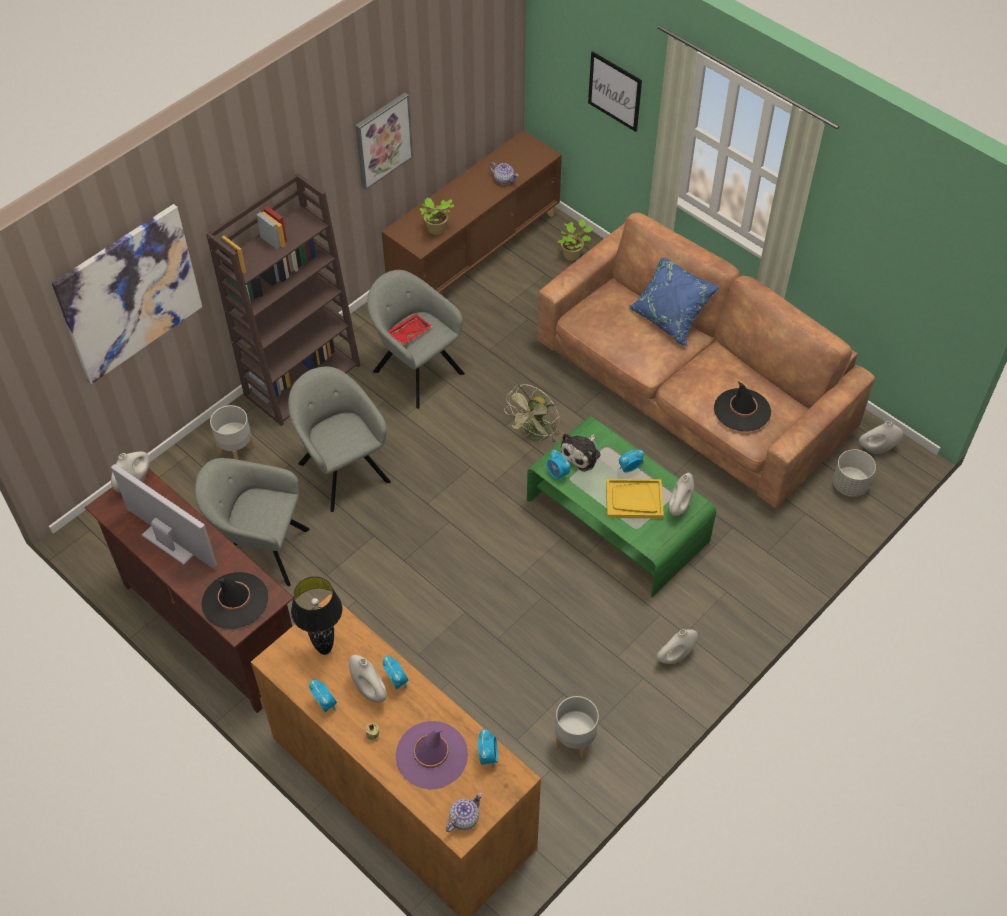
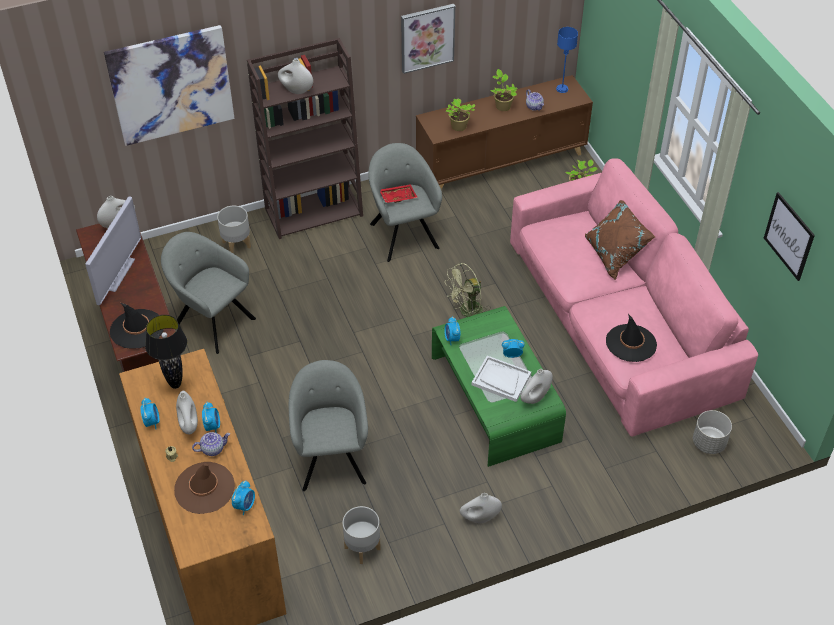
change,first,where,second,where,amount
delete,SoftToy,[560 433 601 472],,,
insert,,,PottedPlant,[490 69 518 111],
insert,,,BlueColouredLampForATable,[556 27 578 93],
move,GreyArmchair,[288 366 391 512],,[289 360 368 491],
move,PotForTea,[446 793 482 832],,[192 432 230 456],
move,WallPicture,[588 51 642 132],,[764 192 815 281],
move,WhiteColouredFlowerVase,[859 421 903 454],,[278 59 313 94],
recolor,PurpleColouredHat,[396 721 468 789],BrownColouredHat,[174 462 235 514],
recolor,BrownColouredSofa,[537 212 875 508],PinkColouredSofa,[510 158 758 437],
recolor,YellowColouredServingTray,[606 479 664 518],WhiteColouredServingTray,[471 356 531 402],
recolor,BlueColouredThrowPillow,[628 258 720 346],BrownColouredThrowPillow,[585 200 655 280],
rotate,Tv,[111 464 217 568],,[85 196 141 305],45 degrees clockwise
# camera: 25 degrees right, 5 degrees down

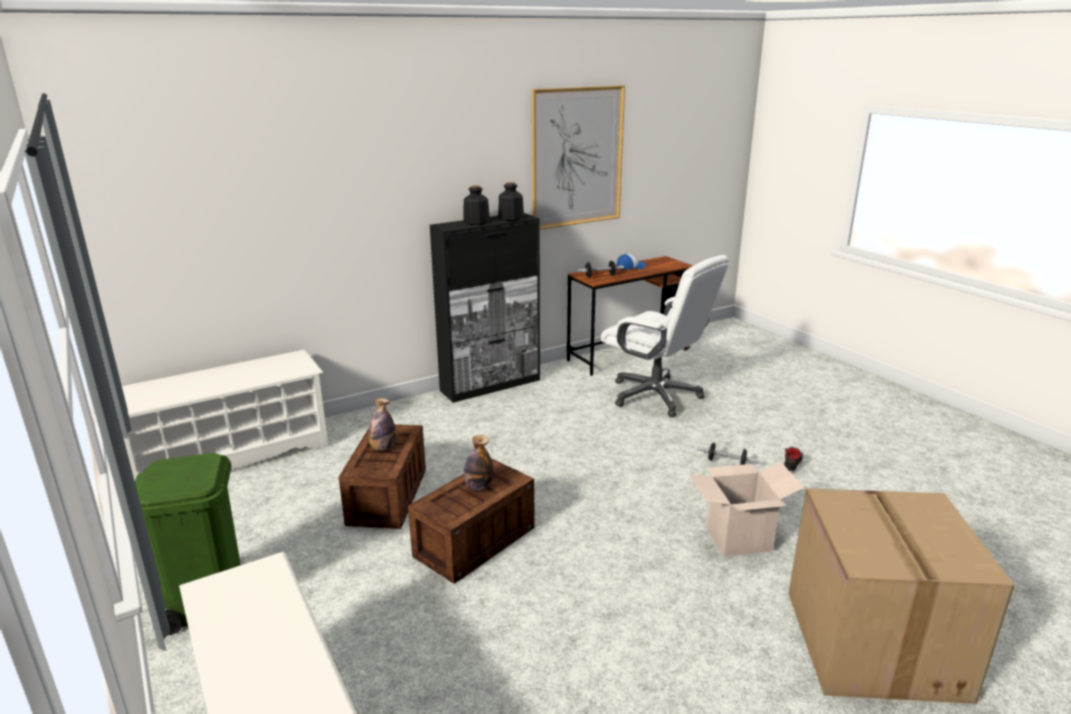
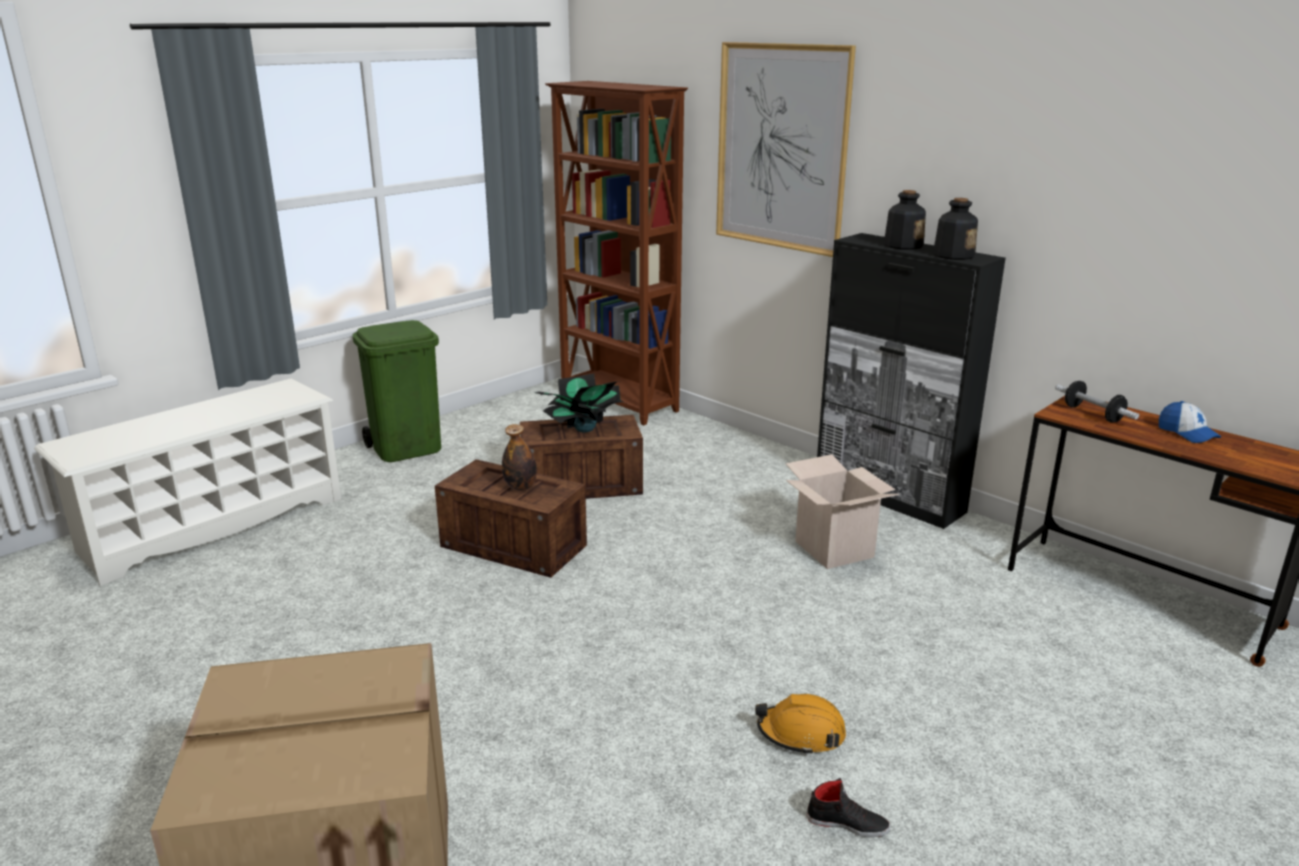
change,first,where,second,where,amount
delete,WhiteColouredDeskChair,[600 255 729 417],,,
move,WallPicture,[532 85 625 230],,[716 42 856 257],
move,PackingBox,[689 462 804 557],,[786 454 899 569],
replace,WhiteColouredShoeShelf,[111 350 329 481],BrownColouredBookcase,[545 81 688 425],
replace,BeverageBottle,[368 398 396 451],PottedPlant,[535 374 623 432],
replace,FreeWeight,[697 443 759 465],OrangeWorkHelmet,[755 694 846 756],
# camera: 75 degrees right, 0 degrees up

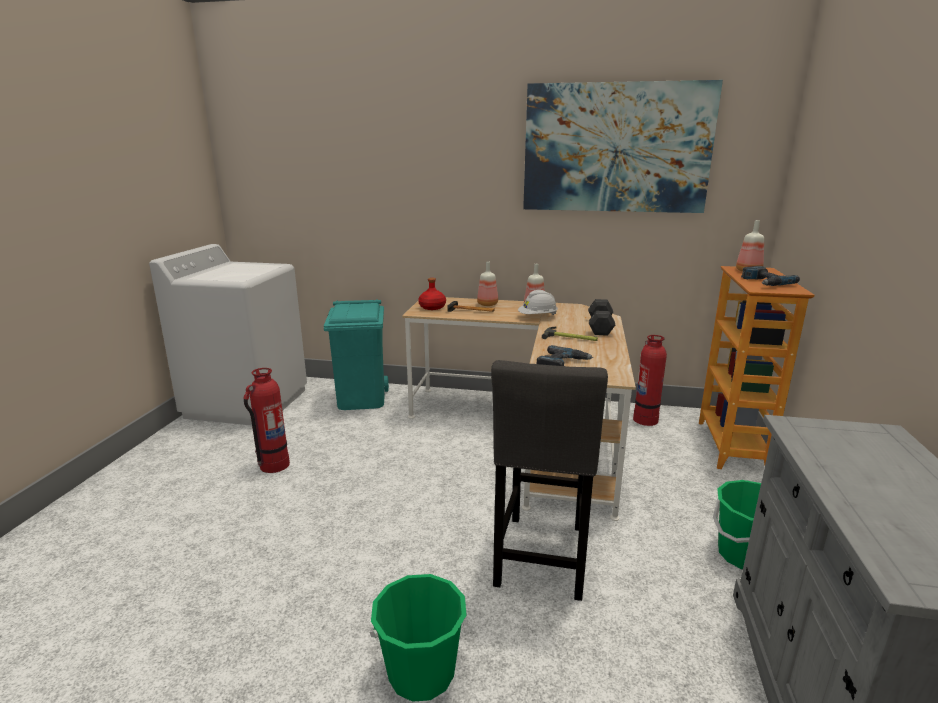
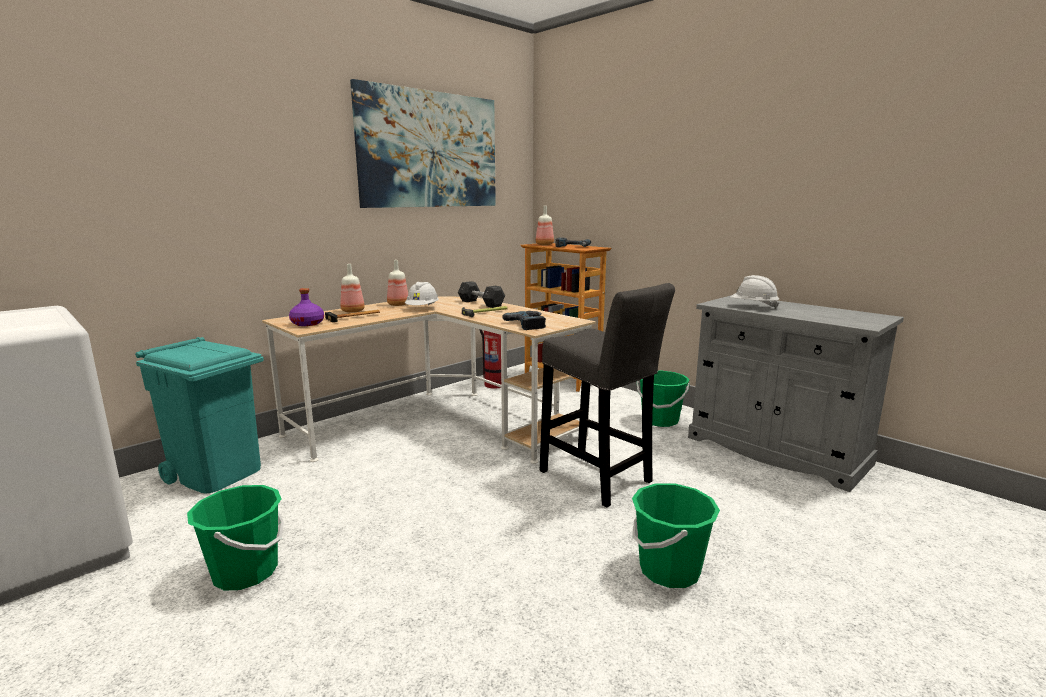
change,first,where,second,where,amount
insert,,,WhiteColouredWorkHelmet,[730 275 780 309],
replace,FireFightingCylinder,[243 368 290 473],GreenColouredPail,[187 485 284 591],
recolor,RedBeverageBottle,[418 278 446 310],PurpleColouredBeverageBottle,[289 288 324 326],
# camera: 55 degrees left, 5 degrees down

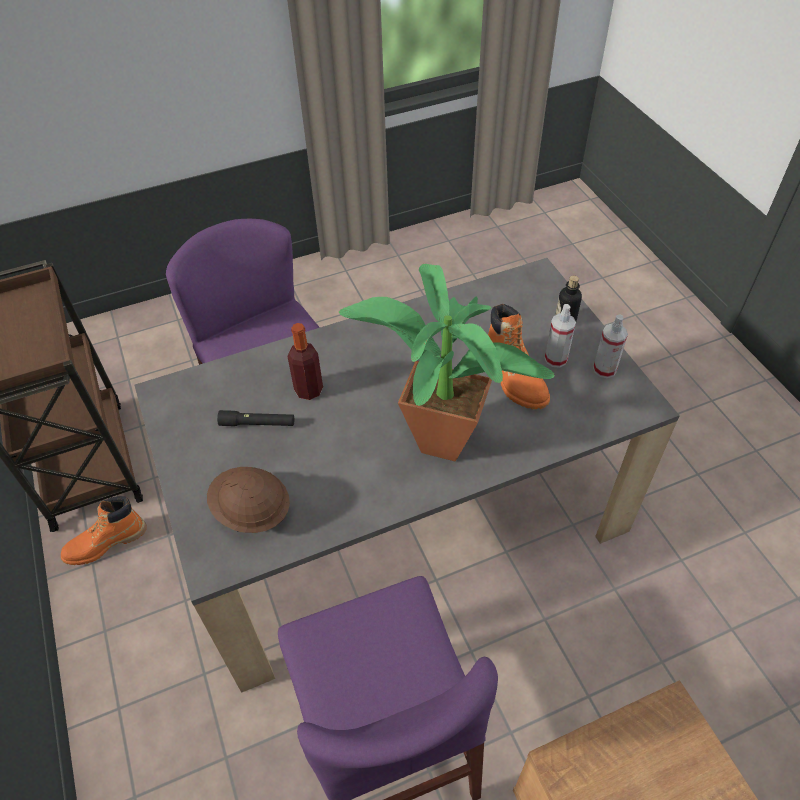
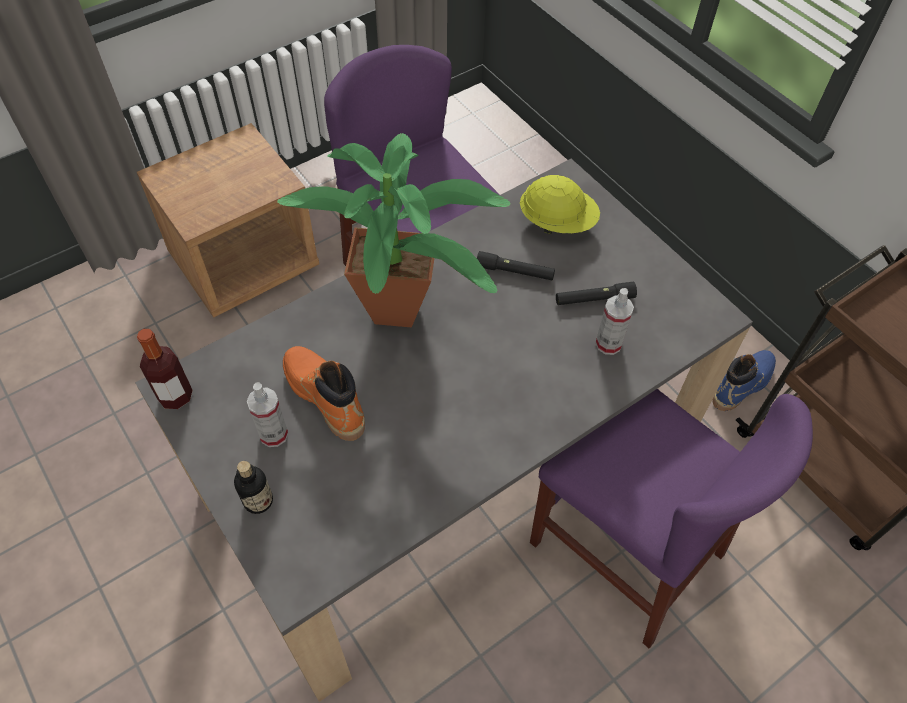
change,first,where,second,where,amount
insert,,,BlackColouredTorch,[477 251 555 280],
move,BeverageBottle,[287 323 323 400],,[137 329 192 409],
move,SprayBottle,[593 314 628 378],,[595 288 634 355],
recolor,OrangeTallBoot,[61 496 147 565],BlueColouredTallBoot,[712 350 776 411],
recolor,BrownColouredWorkHelmet,[207 467 290 533],YellowColouredWorkHelmet,[520 175 600 234],
# camera: 165 degrees right, 5 degrees up

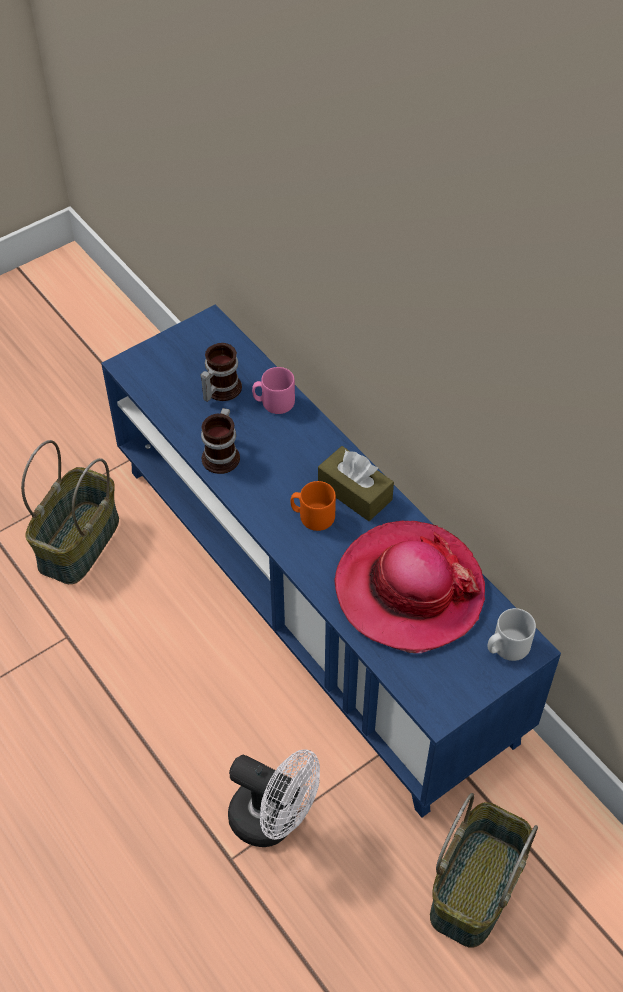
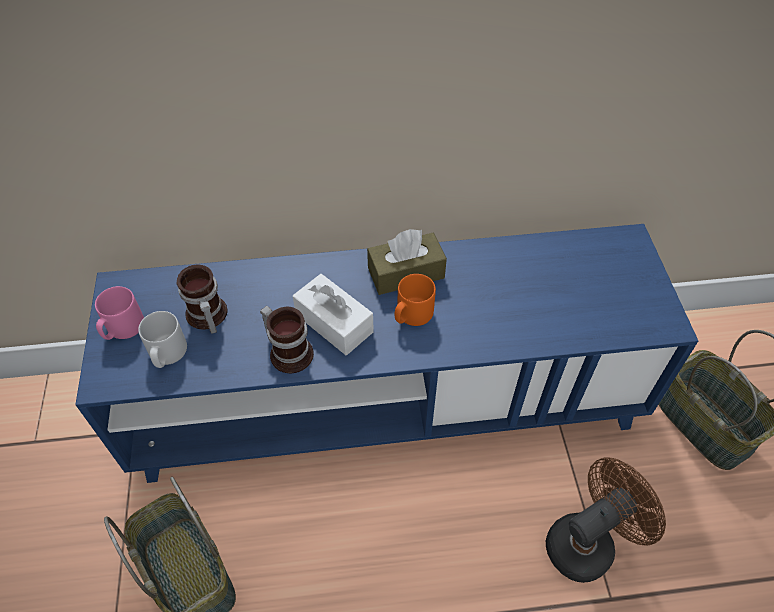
change,first,where,second,where,amount
delete,Hat,[334 521 485 653],,,
insert,,,WhiteColouredTissueHolder,[293 274 374 355],
move,PinkColouredMug,[252 367 295 414],,[95 286 144 340],
move,GreyMug,[487 608 536 661],,[138 311 187 368],
recolor,WhiteColouredFan,[228 749 320 847],BrownColouredFan,[546 458 666 583],
# camera: 60 degrees left, 0 degrees up

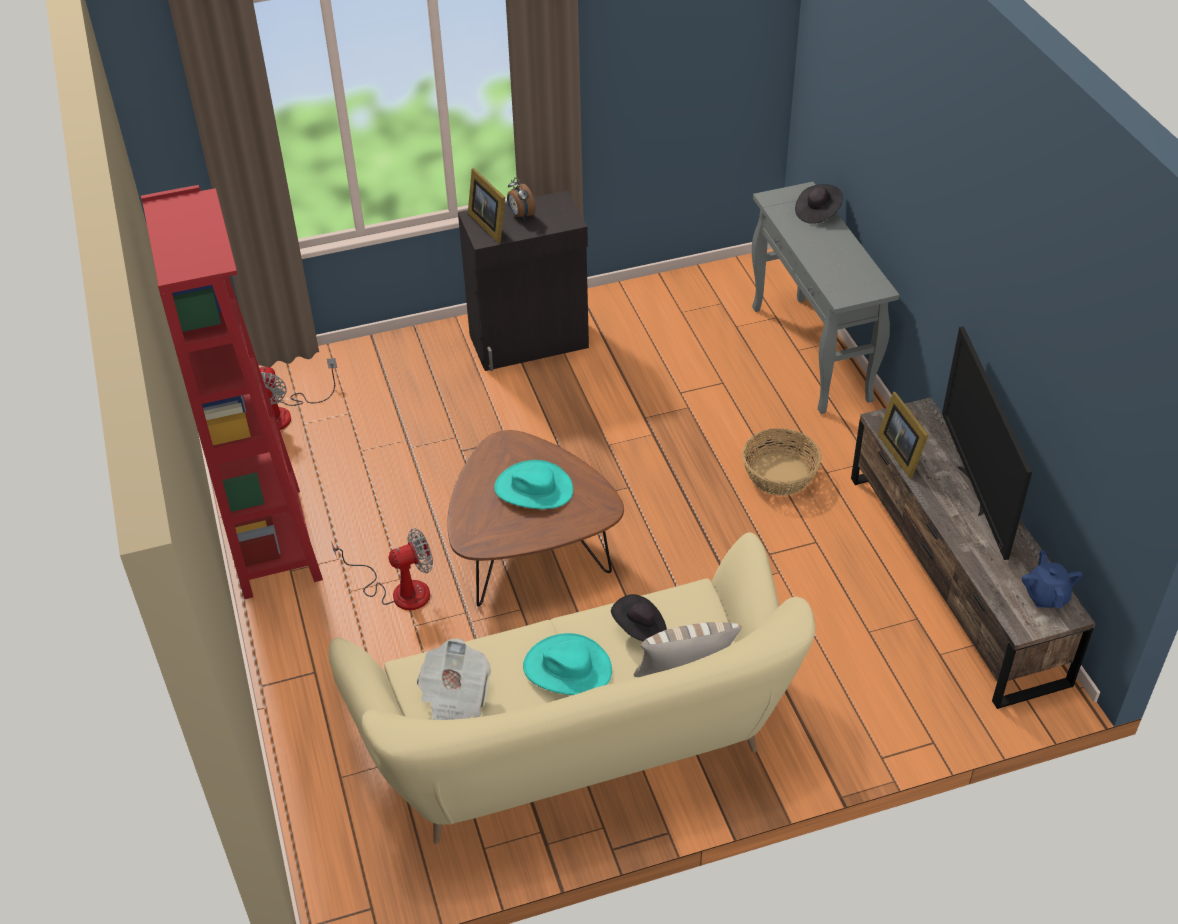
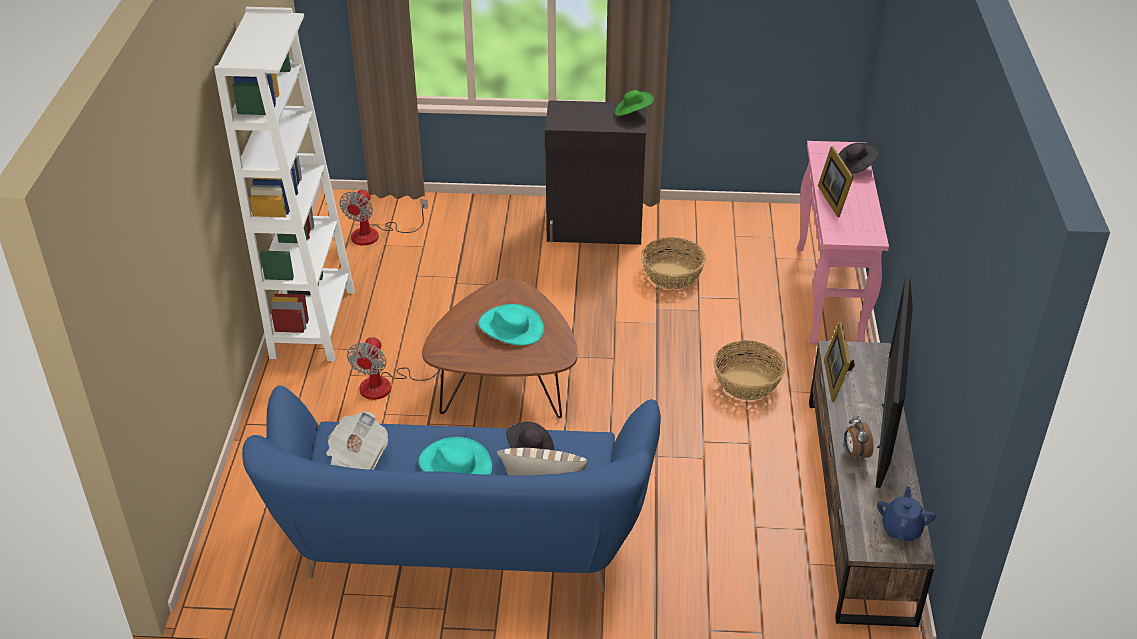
change,first,where,second,where,amount
insert,,,GreenColouredHat,[615 90 654 116],
insert,,,Basket,[641 237 706 289],
move,PictureFrame,[468 168 505 243],,[818 146 854 217],
move,BedsideClock,[507 177 536 220],,[844 416 874 460],
recolor,RedBookcase,[141 185 323 599],WhiteColouredBookcase,[214 7 355 361],
recolor,BeigeColouredSofa,[329 532 815 844],BlueColouredSofa,[242 385 661 591],
recolor,GreyConsoleTable,[752 182 899 414],PinkColouredConsoleTable,[798 141 889 344],
rotate,Fan,[331 528 433 610],,[347 337 440 400],105 degrees clockwise
# camera: 20 degrees right, 5 degrees down

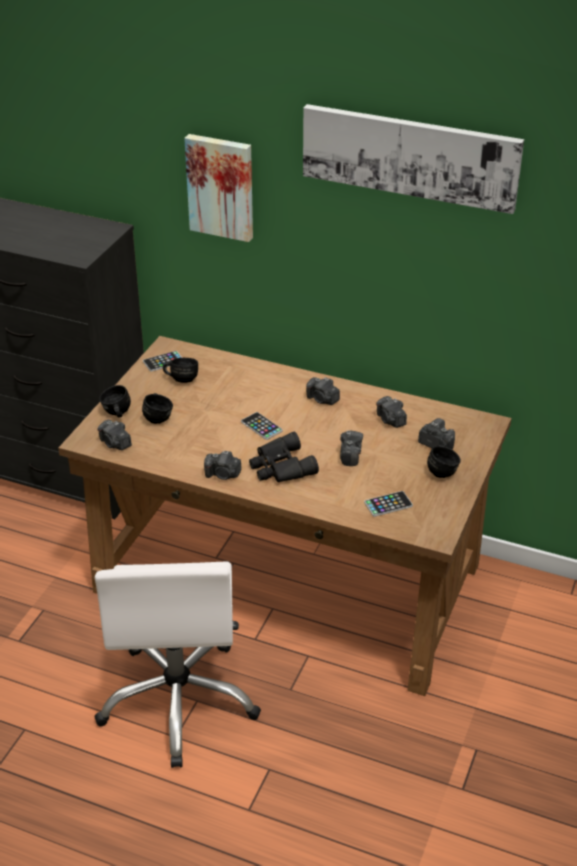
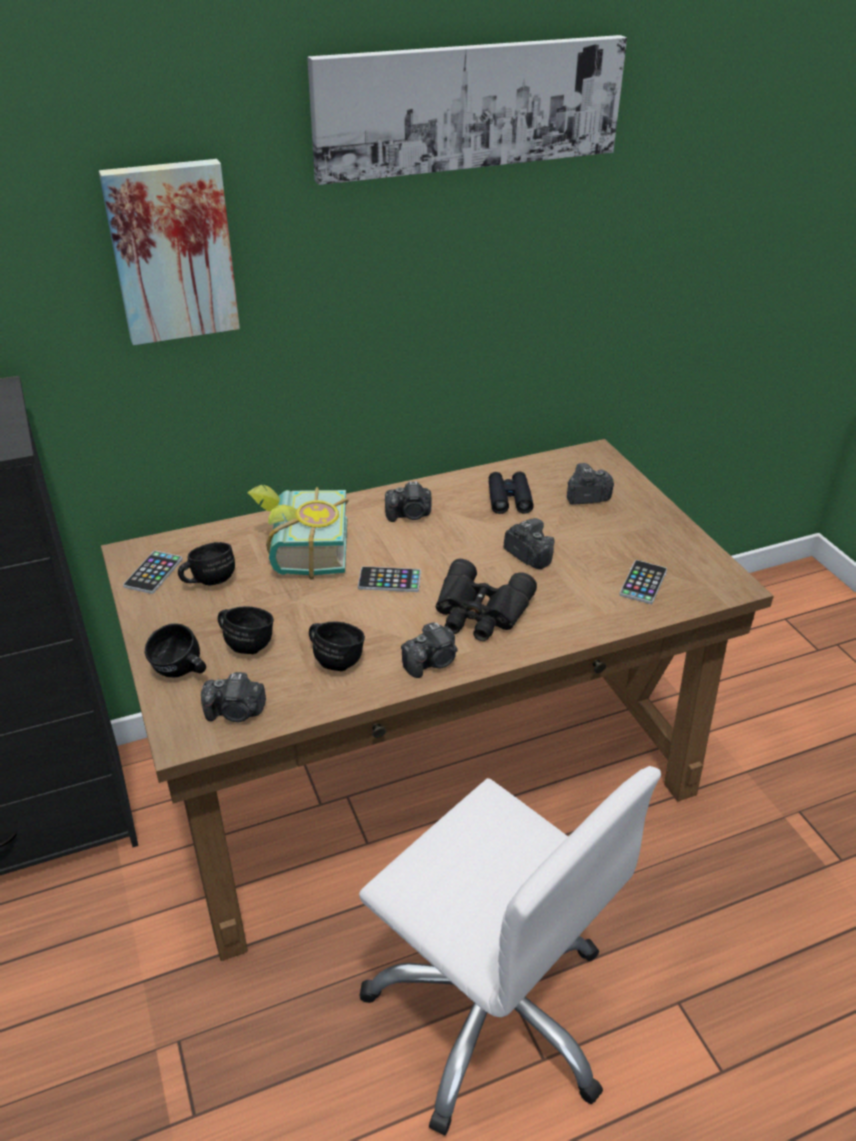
change,first,where,second,where,amount
insert,,,Volume,[247 485 349 580],
move,BlackColouredMug,[427 445 461 478],,[309 622 365 671],
replace,StillCamera,[376 396 407 428],BlackColouredPairOfBinoculars,[489 472 534 514],
# camera: 45 degrees left, 0 degrees up

